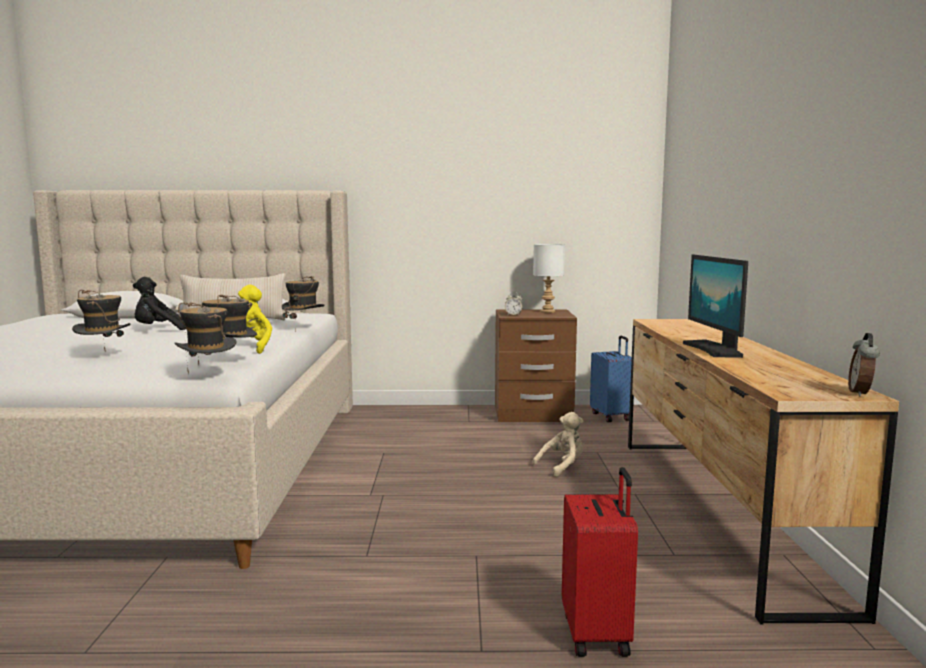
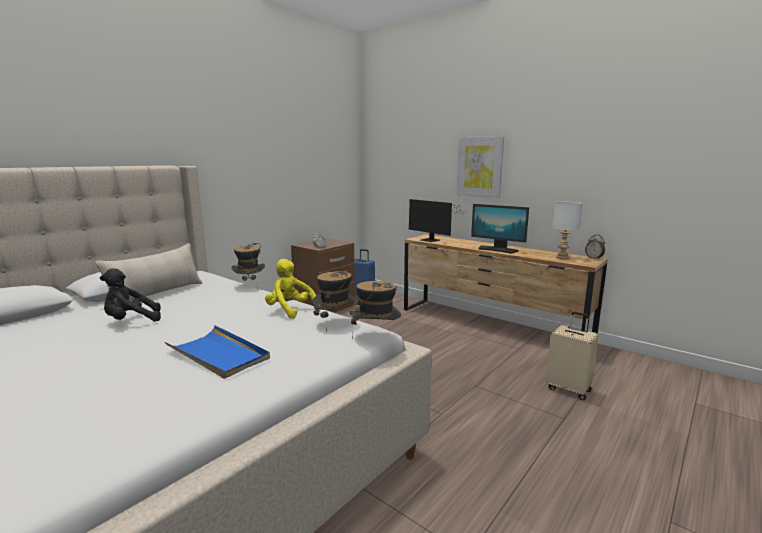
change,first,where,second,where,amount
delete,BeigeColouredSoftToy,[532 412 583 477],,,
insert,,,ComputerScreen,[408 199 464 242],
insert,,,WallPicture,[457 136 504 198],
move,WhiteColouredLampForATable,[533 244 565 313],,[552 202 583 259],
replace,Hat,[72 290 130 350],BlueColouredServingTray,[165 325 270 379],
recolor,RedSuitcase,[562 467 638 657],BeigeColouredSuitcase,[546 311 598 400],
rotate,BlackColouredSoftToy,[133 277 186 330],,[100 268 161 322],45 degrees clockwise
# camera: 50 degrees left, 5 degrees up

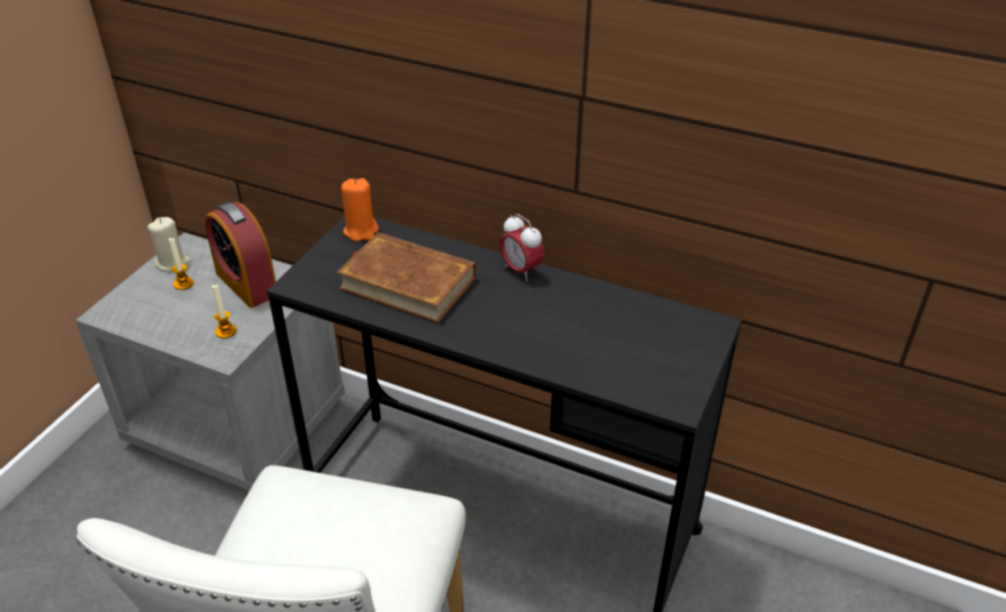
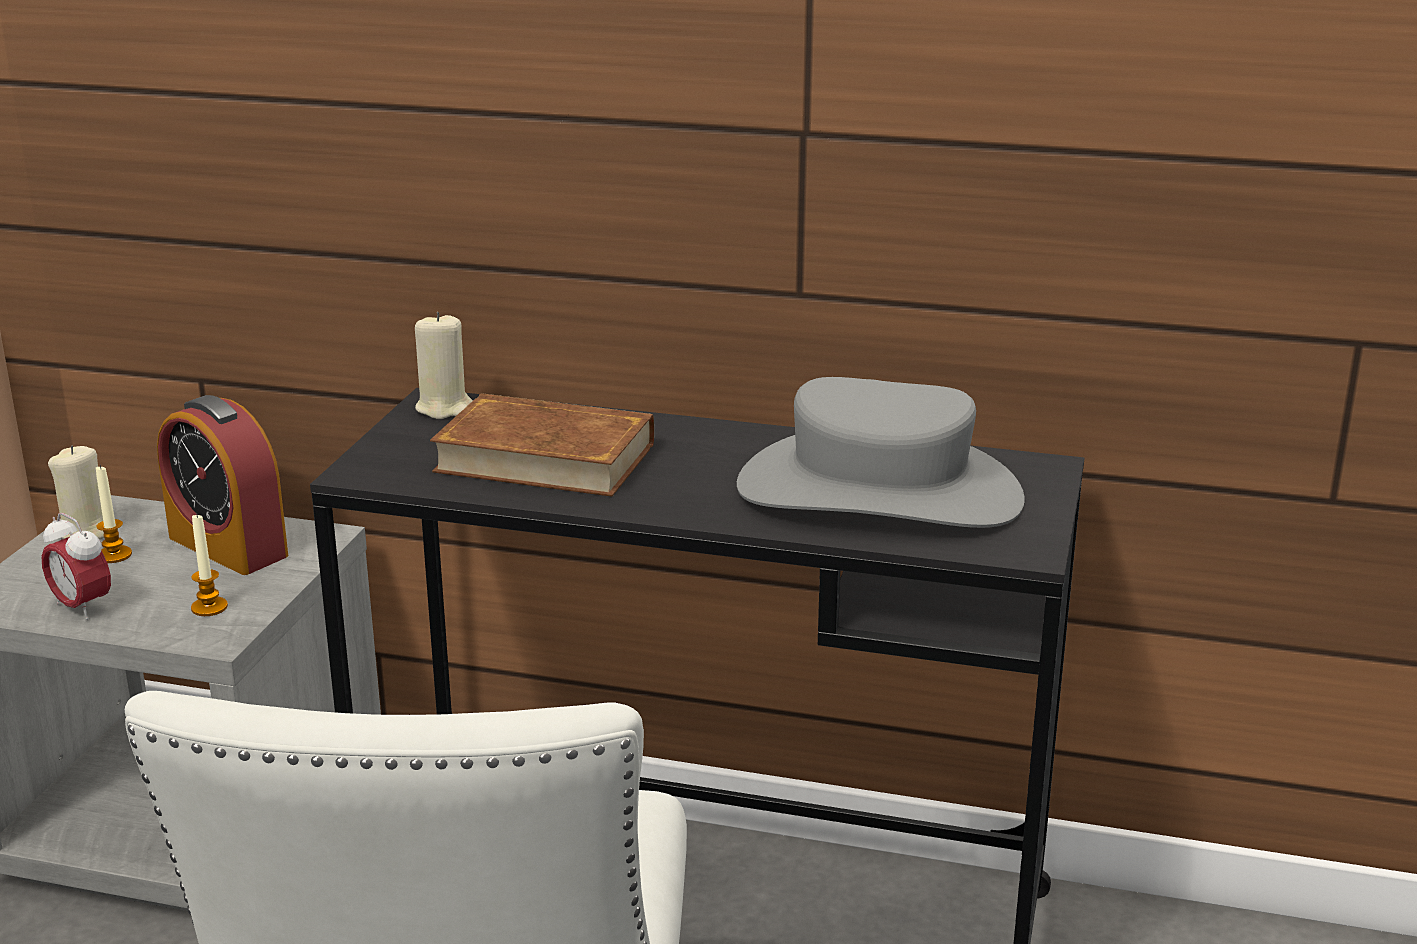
change,first,where,second,where,amount
insert,,,GreyHat,[737 377 1025 528],
move,BedsideClock,[500 214 545 281],,[41 513 111 620],
recolor,OrangeCandle,[341 178 379 241],BeigeColouredCandle,[415 312 473 419],
# camera: 10 degrees left, 15 degrees down

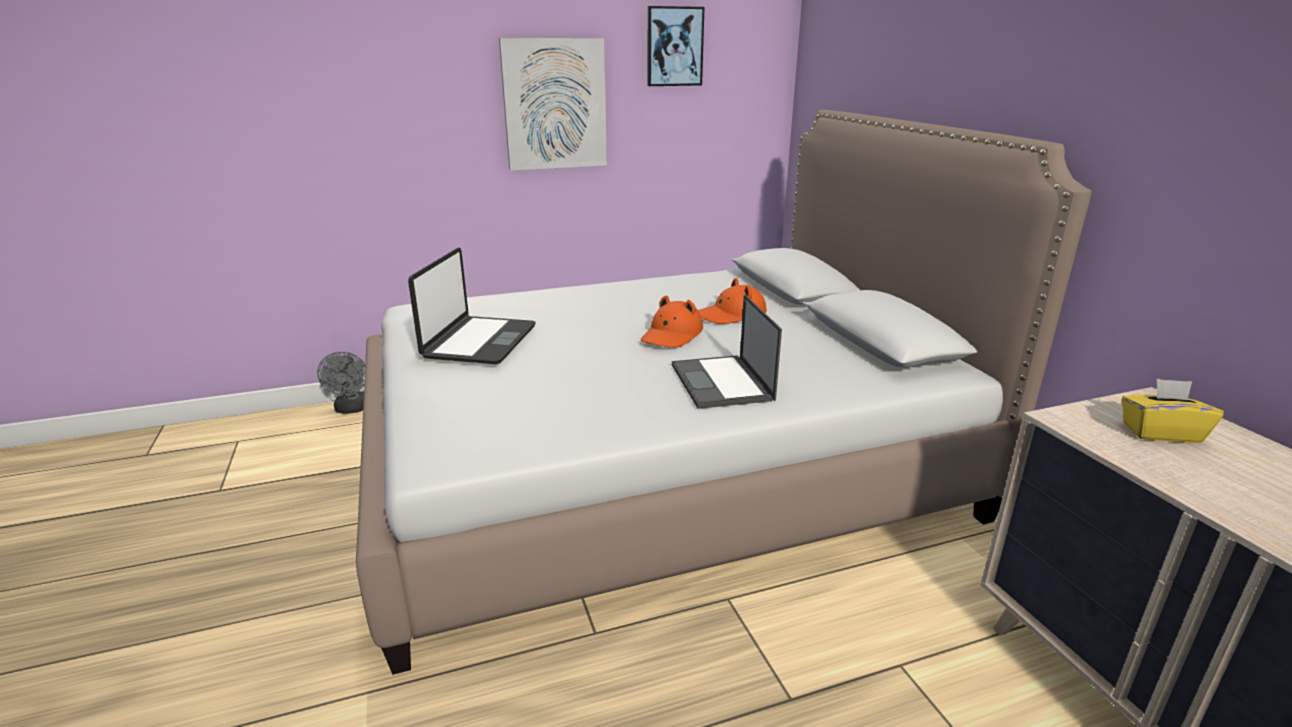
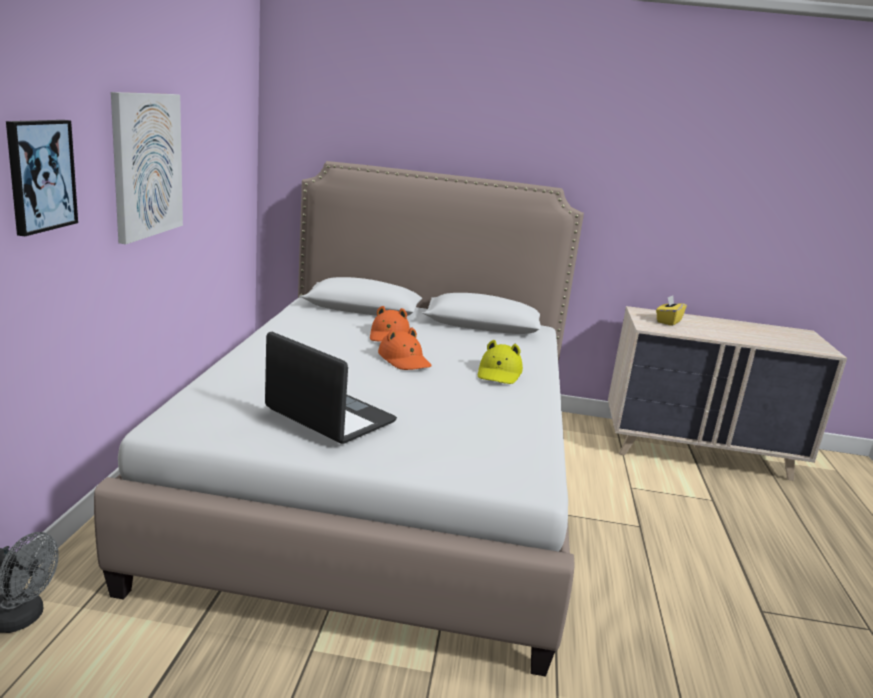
change,first,where,second,where,amount
move,WallPicture,[648 6 705 86],,[6 120 78 236],
replace,PortableComputer,[672 294 782 409],YellowColouredHat,[478 340 523 384],
# camera: 65 degrees left, 5 degrees down

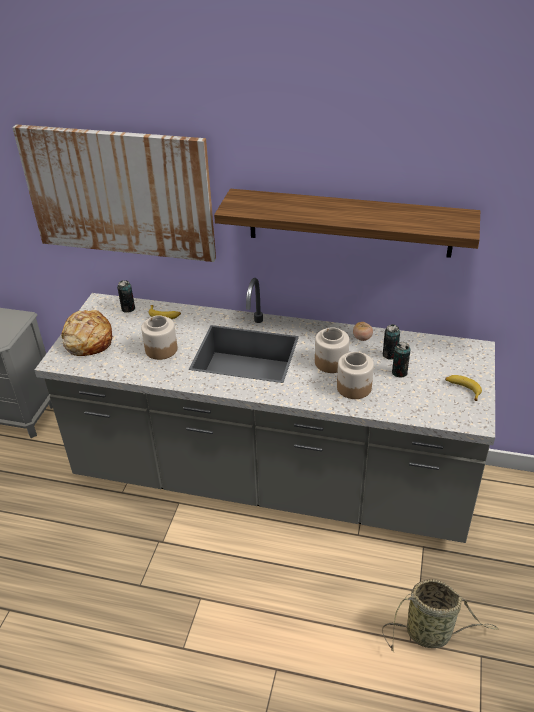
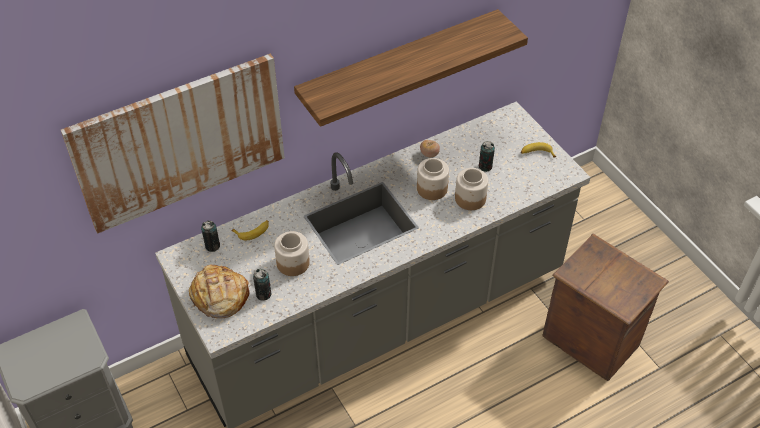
change,first,where,second,where,amount
move,Can,[383 324 400 360],,[253 269 272 301],
replace,Basket,[382 579 498 652],Crate,[543 234 669 381],
# camera: 45 degrees left, 10 degrees up

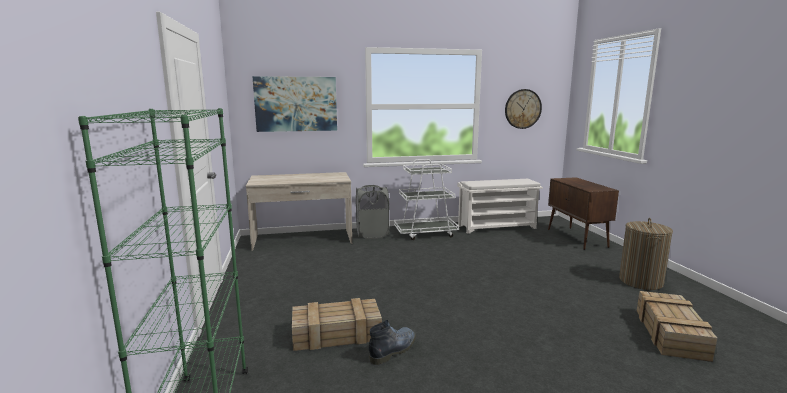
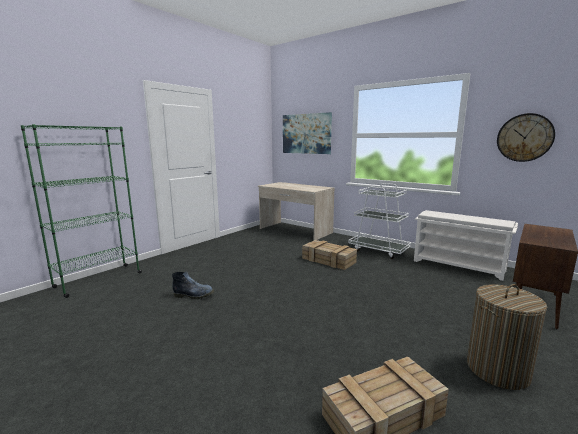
change,first,where,second,where,amount
delete,GreyWashingBasket,[356 185 389 239],,,
move,Crate,[292 298 382 351],,[302 240 357 270],
# camera: 50 degrees right, 0 degrees up

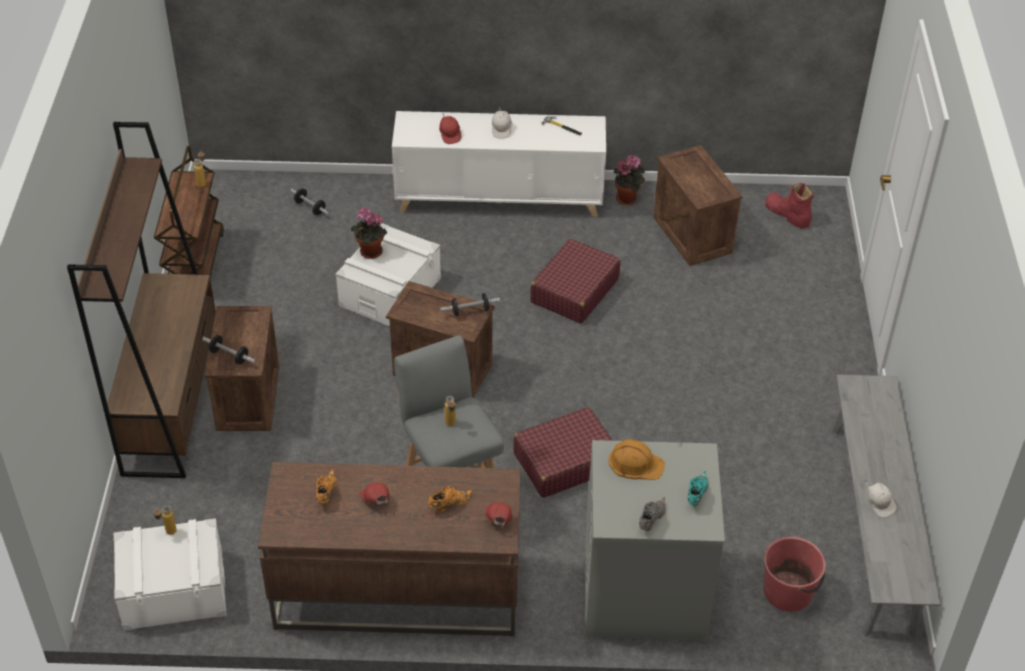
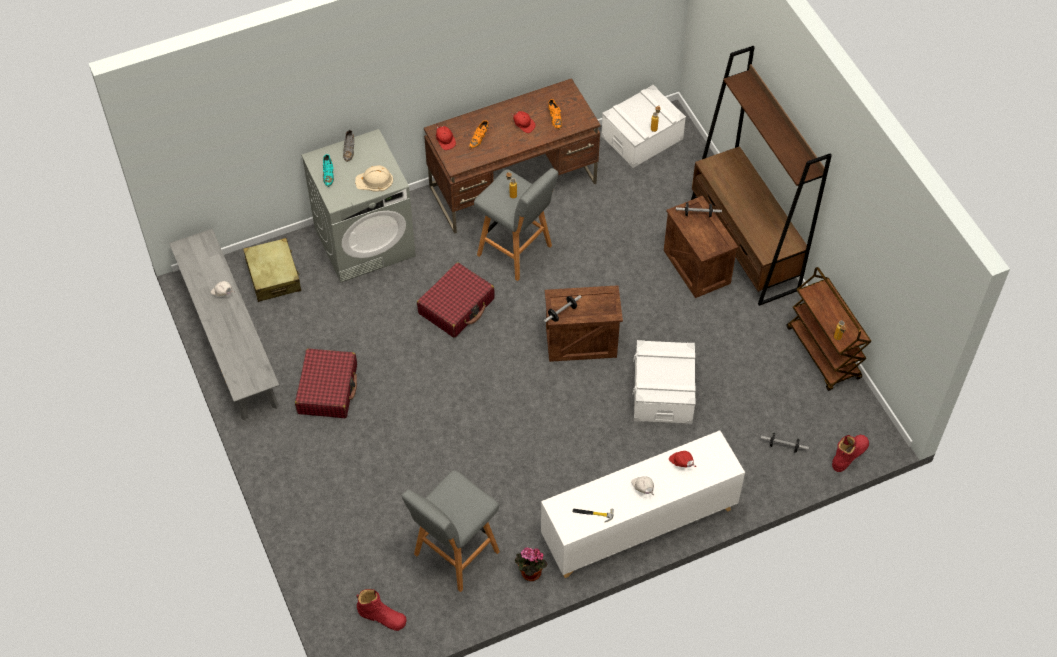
change,first,where,second,where,amount
delete,PottedPlant,[351 208 388 259],,,
insert,,,RedTallBoot,[832 435 869 472],
move,RedSuitcase,[530 239 621 324],,[295 348 357 418],
replace,Crate,[653 145 743 266],GreyStool,[402 470 500 592],
replace,RedPail,[764 537 826 612],BeigeColouredSuitcase,[243 238 301 302],
recolor,OrangeWorkHelmet,[608 439 665 480],BeigeColouredWorkHelmet,[355 165 393 192],
# camera: 155 degrees right, 10 degrees up

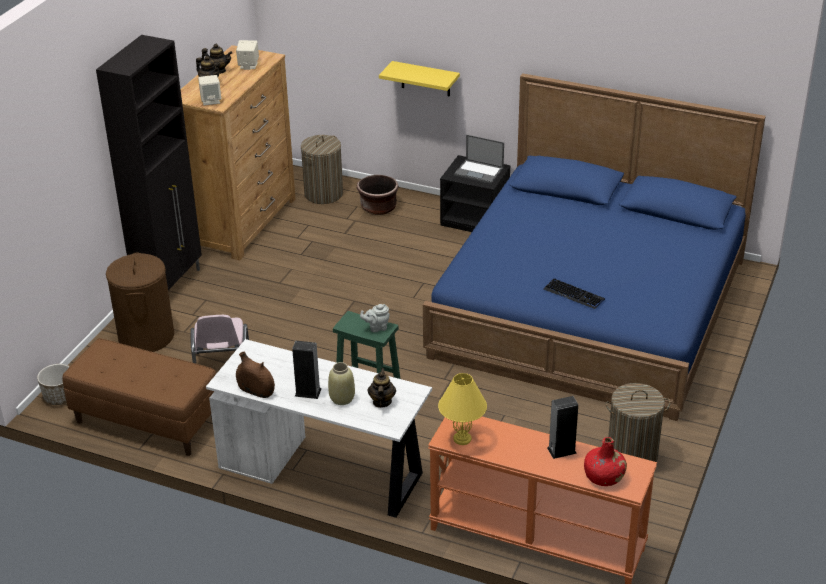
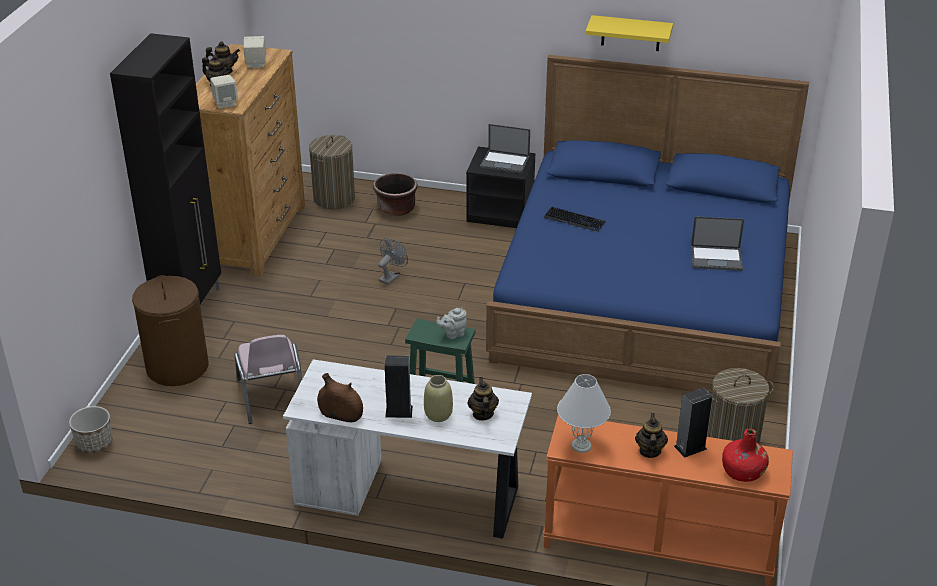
change,first,where,second,where,amount
delete,BrownColouredLongSeat,[62 338 216 456],,,
insert,,,GreyFan,[378 238 408 285],
insert,,,PotForTea,[635 413 668 458],
insert,,,PortableComputer,[691 216 744 271],
move,YellowColouredWallShelf,[379 61 460 97],,[585 15 673 51],
move,PcKeyboard,[544 278 605 309],,[543 207 605 232],
recolor,YellowColouredLampForATable,[438 373 487 445],WhiteColouredLampForATable,[557 374 611 453],
# camera: 10 degrees left, 0 degrees up

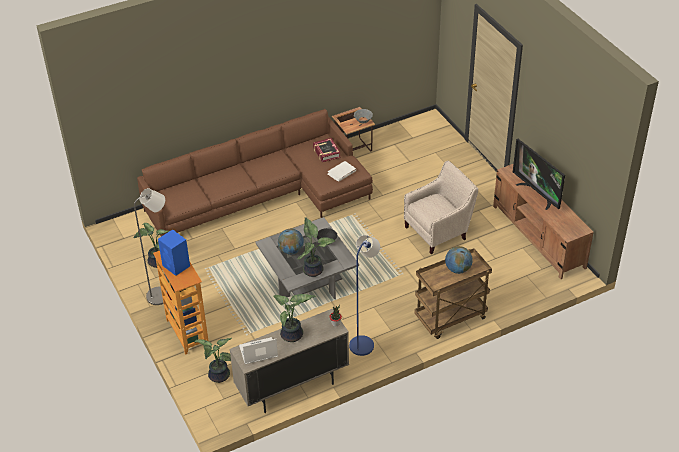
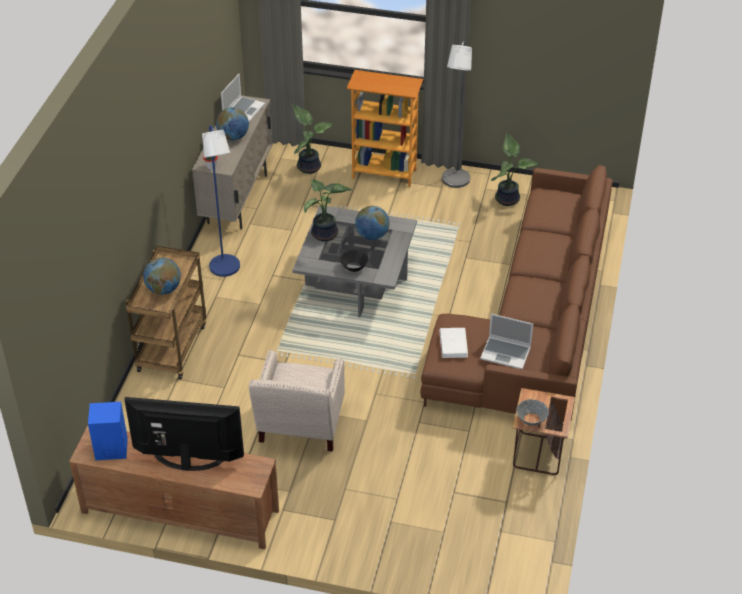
change,first,where,second,where,amount
move,BlueColouredAudioSpeaker,[158 229 190 276],,[88 402 128 460],
replace,PottedPlant,[274 294 316 342],Globe,[216 107 249 140],
replace,Volume,[313 138 341 162],PortableComputer,[480 314 533 369],
# camera: 130 degrees right, 0 degrees up

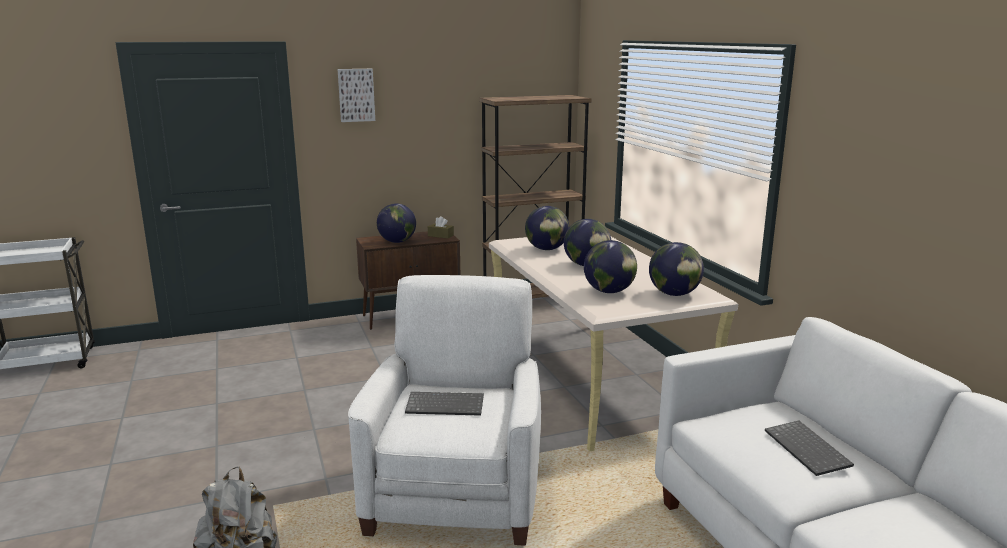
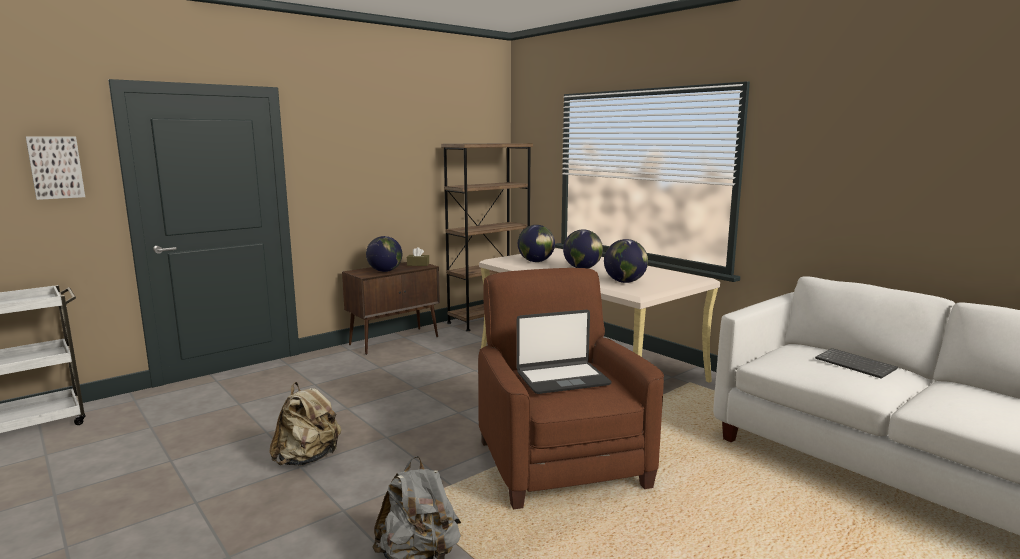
change,first,where,second,where,amount
delete,Globe,[649 242 704 296],,,
insert,,,BeigeColouredBackpack,[269 382 341 466],
move,WallPicture,[338 69 375 122],,[26 137 85 200],
replace,PcKeyboard,[405 392 484 416],PortableComputer,[516 310 612 394],
recolor,WhiteColouredArmchair,[348 275 541 546],BrownColouredArmchair,[478 268 664 509],
# camera: 20 degrees left, 5 degrees down

